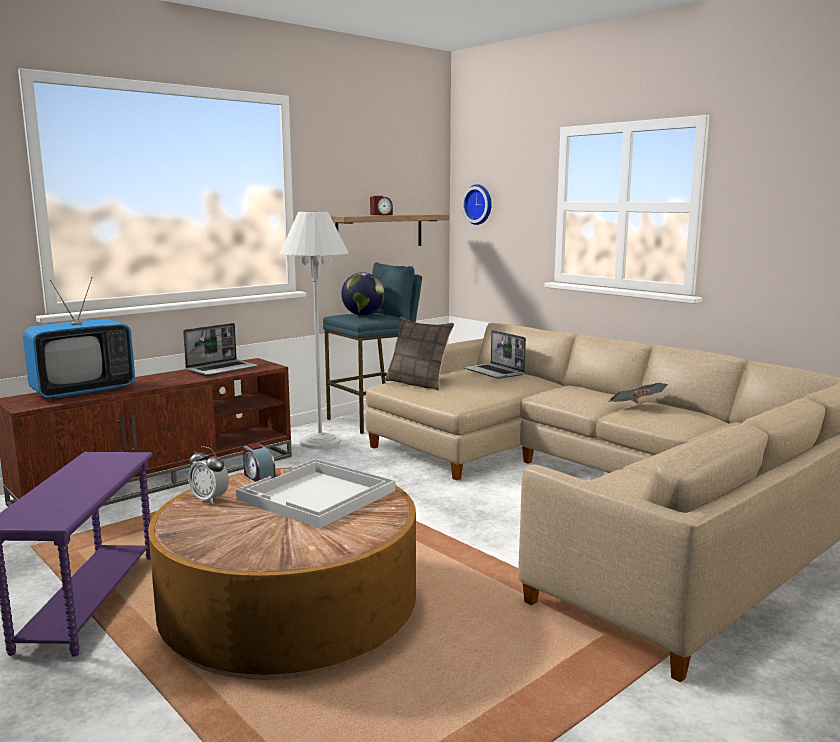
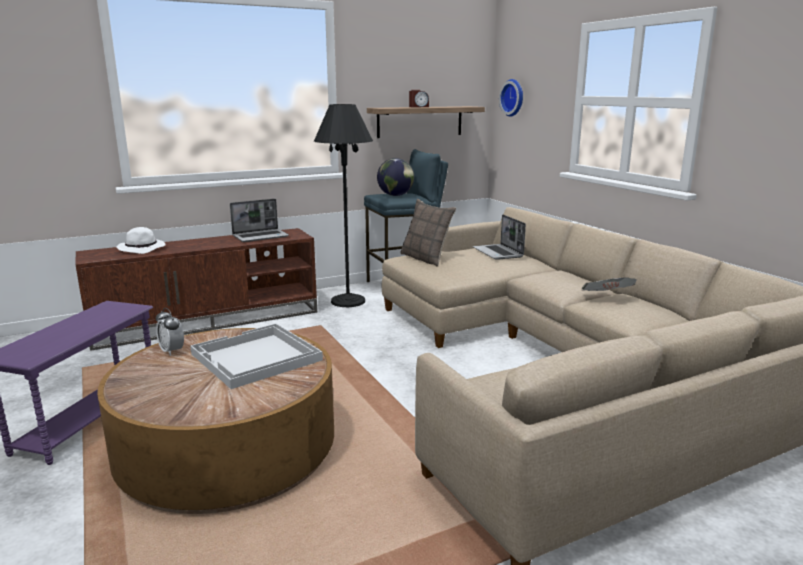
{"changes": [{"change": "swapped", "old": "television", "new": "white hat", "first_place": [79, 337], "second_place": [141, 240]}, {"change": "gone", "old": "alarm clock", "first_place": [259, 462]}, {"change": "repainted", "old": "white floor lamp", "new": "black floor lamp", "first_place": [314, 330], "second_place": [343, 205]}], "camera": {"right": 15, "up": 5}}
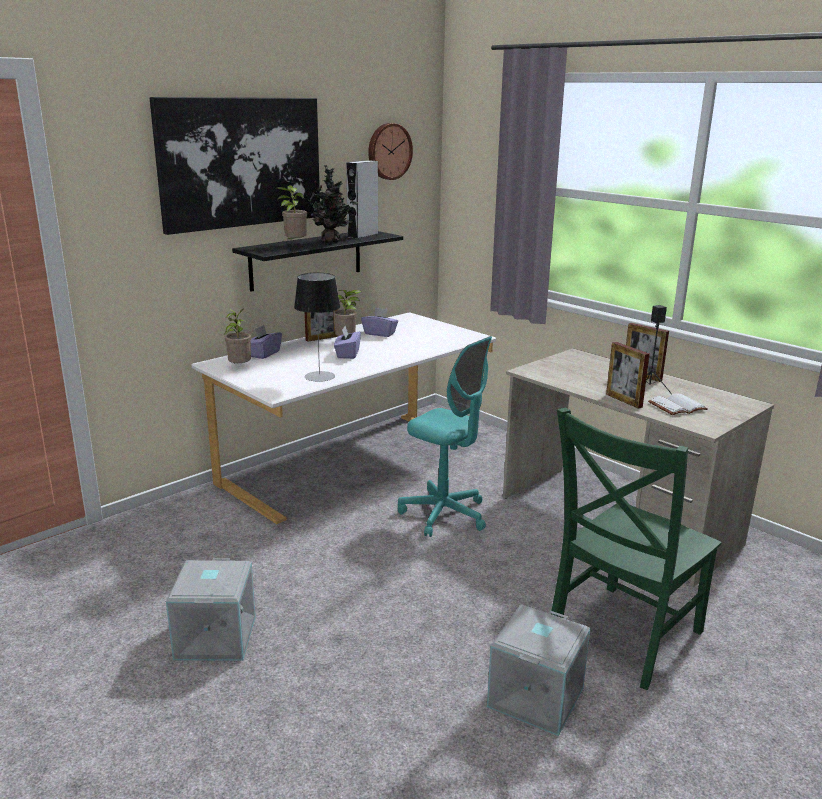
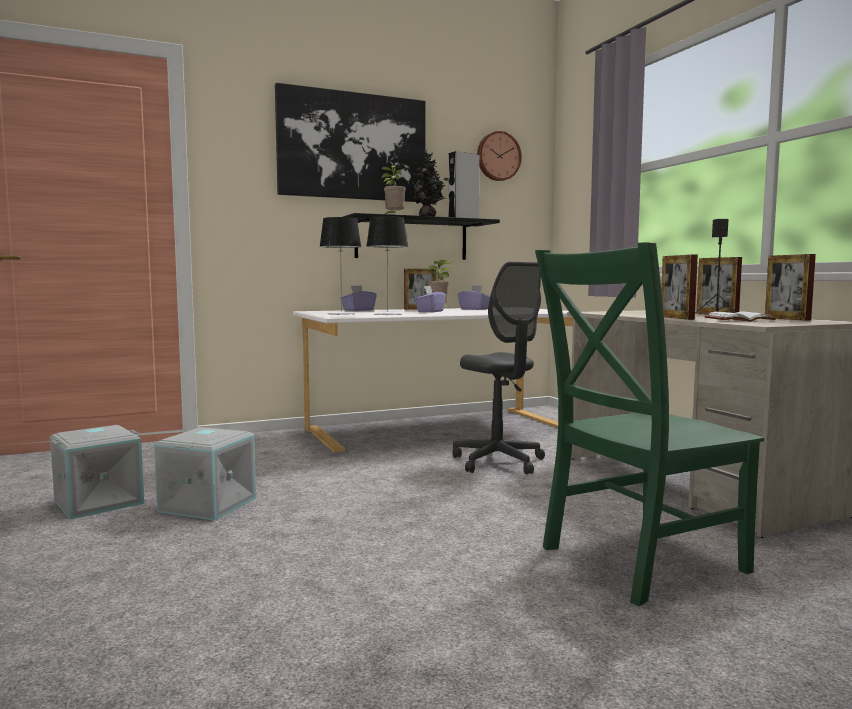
{"changes": [{"change": "gone", "old": "potted plant", "first_place": [237, 336]}, {"change": "repainted", "old": "turquoise office chair", "new": "grey office chair", "first_place": [445, 436], "second_place": [498, 368]}, {"change": "shifted", "old": "grey storage box", "first_place": [539, 670], "second_place": [97, 472]}, {"change": "new", "new": "table lamp", "second_place": [340, 266]}, {"change": "new", "new": "picture frame", "second_place": [790, 287]}], "camera": {"right": 20, "up": -15}}
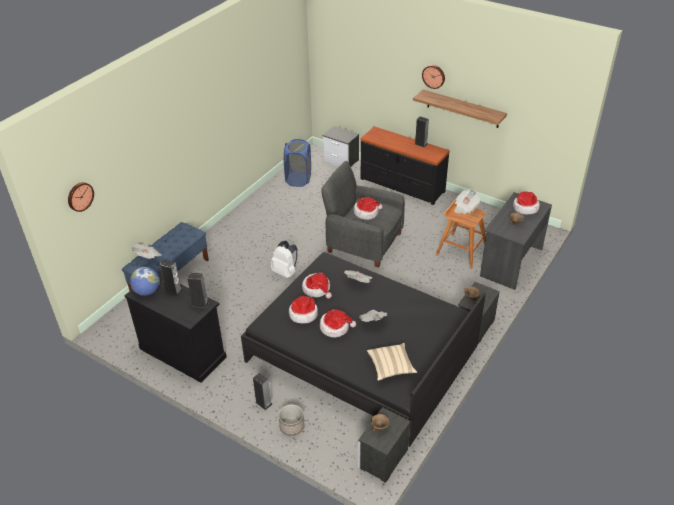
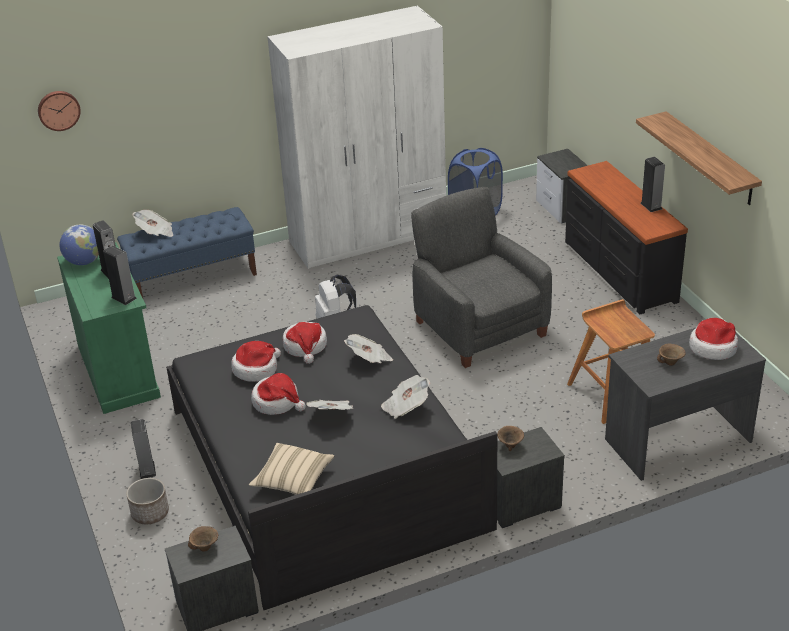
{"changes": [{"change": "repainted", "old": "black cabinet", "new": "green cabinet", "first_place": [175, 328], "second_place": [109, 328]}, {"change": "gone", "old": "hat", "first_place": [368, 208]}, {"change": "gone", "old": "wall clock", "first_place": [433, 77]}, {"change": "shifted", "old": "newspaper", "first_place": [467, 202], "second_place": [405, 397]}, {"change": "new", "new": "white wardrobe", "second_place": [356, 137]}], "camera": {"right": 35, "up": -5}}
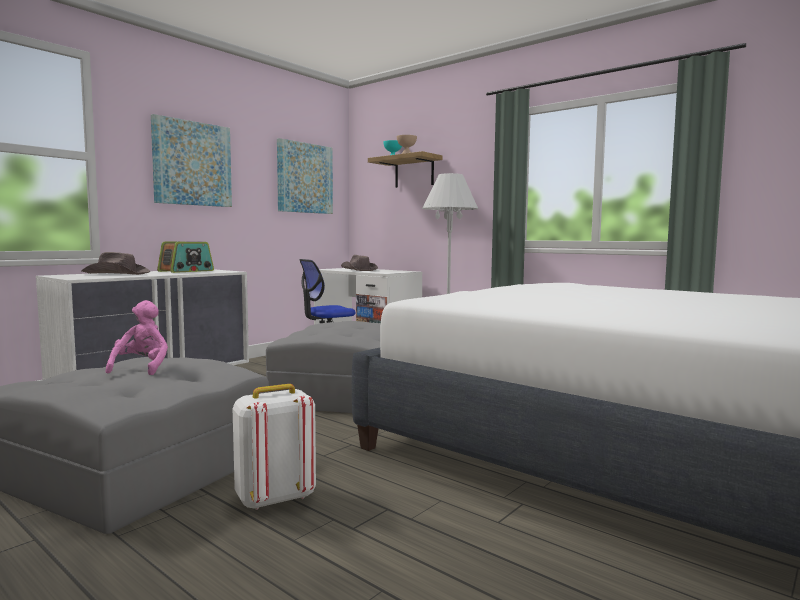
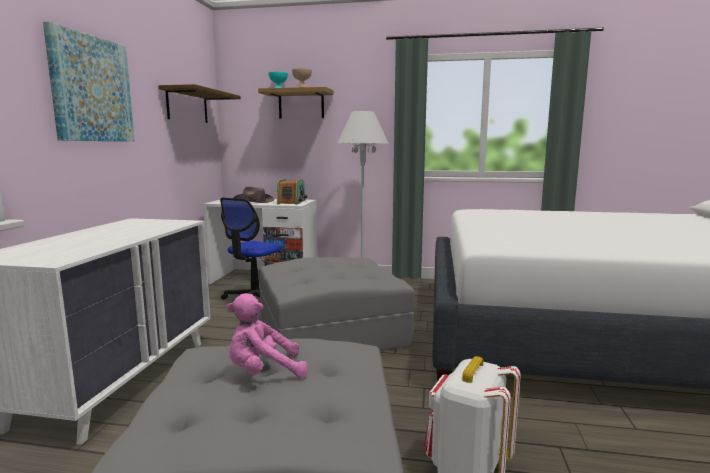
{"changes": [{"change": "gone", "old": "brown hat", "first_place": [115, 263]}, {"change": "rotated", "old": "pink plush toy", "first_place": [137, 337], "second_place": [267, 335], "degrees": -75}, {"change": "shifted", "old": "radio", "first_place": [185, 257], "second_place": [292, 192]}, {"change": "swapped", "old": "picture", "new": "shelf", "first_place": [305, 176], "second_place": [199, 103]}], "camera": {"right": -30, "up": 5}}
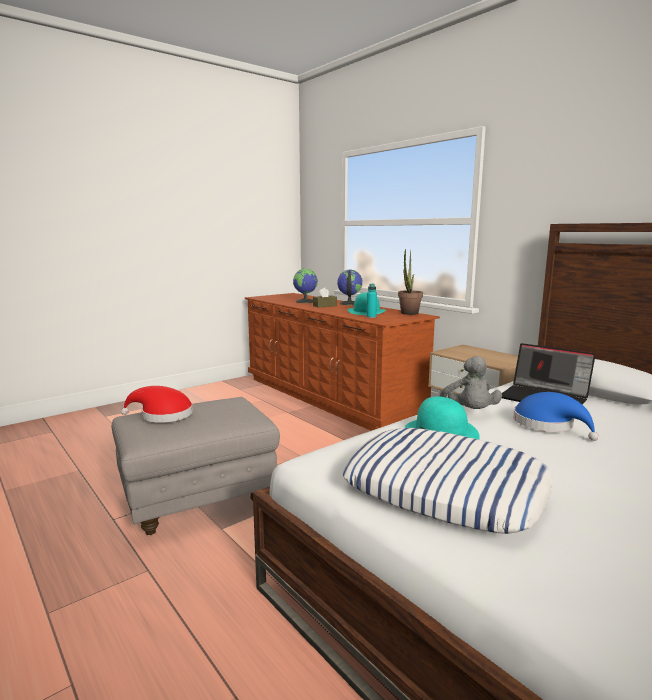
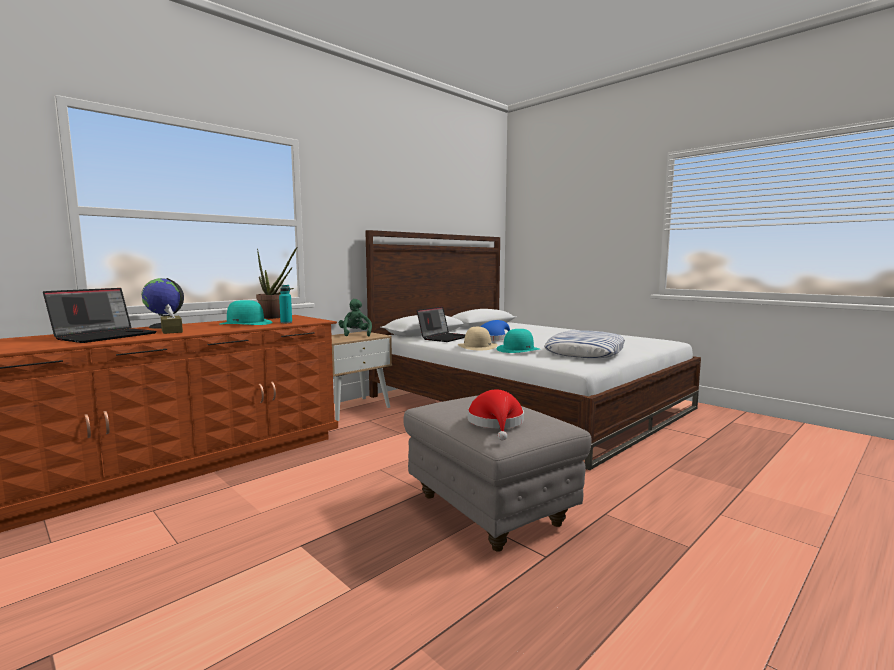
{"changes": [{"change": "swapped", "old": "globe", "new": "laptop", "first_place": [305, 285], "second_place": [100, 315]}, {"change": "swapped", "old": "grey plush toy", "new": "beige hat", "first_place": [471, 382], "second_place": [478, 338]}, {"change": "new", "new": "green plush toy", "second_place": [355, 317]}], "camera": {"right": -95, "up": -5}}
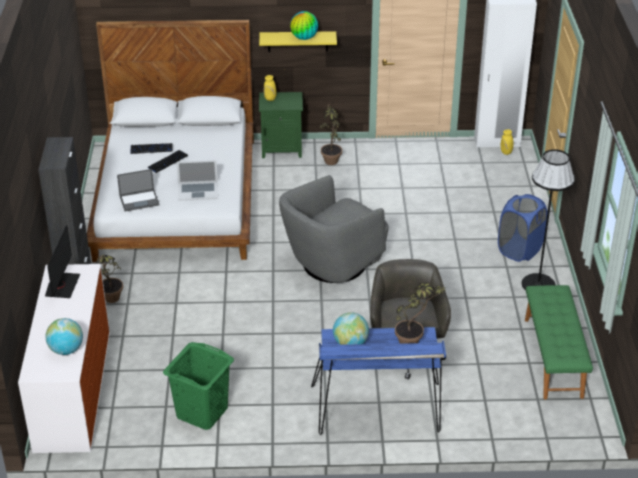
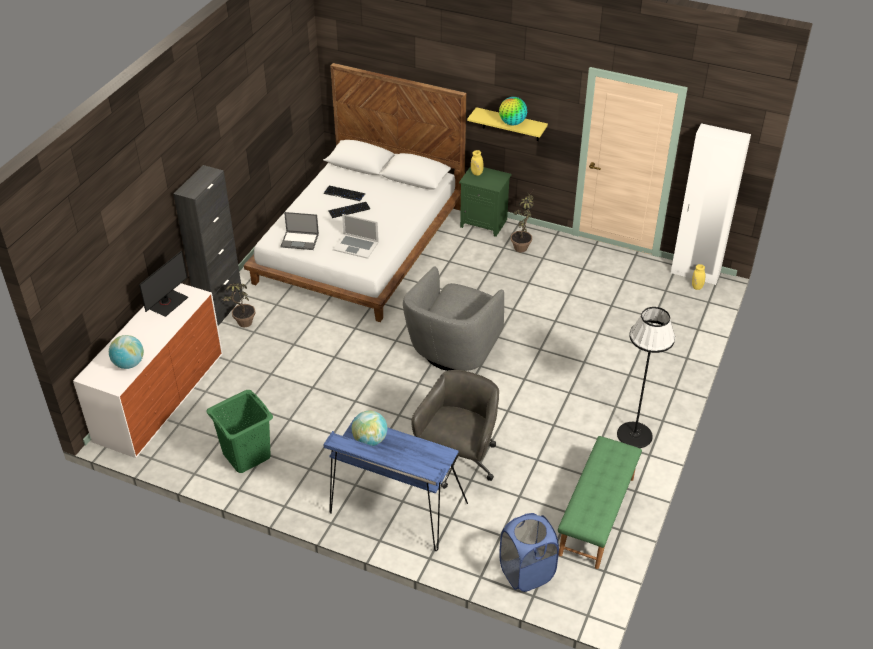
{"changes": [{"change": "rotated", "old": "grey armchair", "first_place": [334, 229], "second_place": [453, 318], "degrees": -45}, {"change": "gone", "old": "potted plant", "first_place": [420, 313]}, {"change": "shifted", "old": "blue laundry basket", "first_place": [522, 228], "second_place": [529, 552]}], "camera": {"right": 25, "up": 5}}
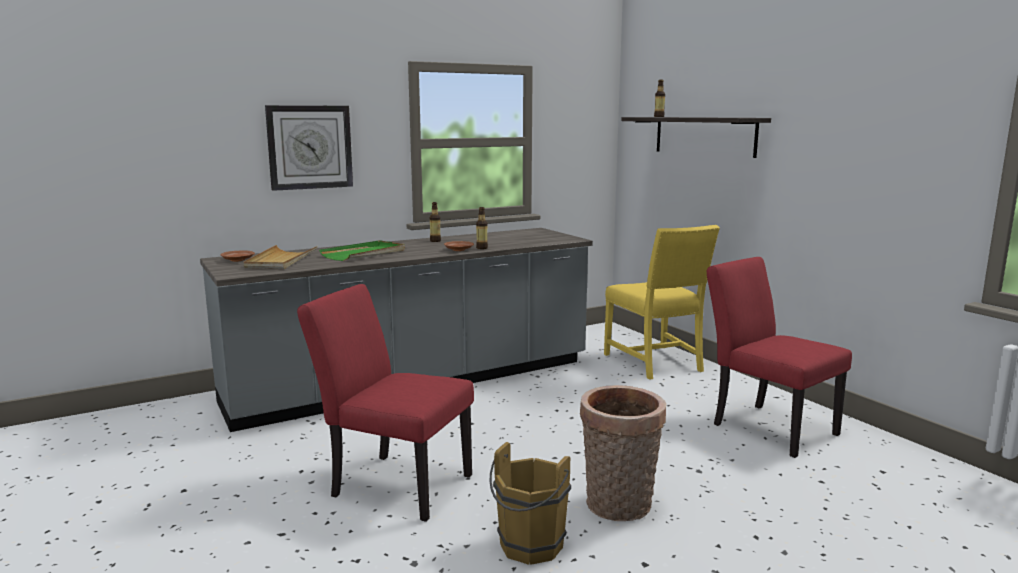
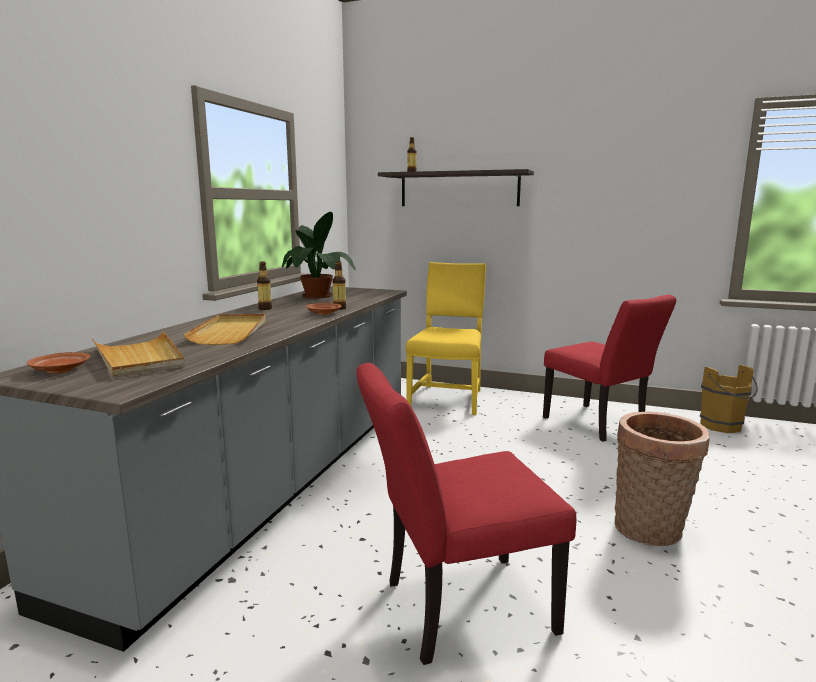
{"changes": [{"change": "gone", "old": "wall clock", "first_place": [309, 148]}, {"change": "repainted", "old": "green tray", "new": "beige tray", "first_place": [362, 250], "second_place": [224, 329]}, {"change": "shifted", "old": "brown bucket", "first_place": [530, 503], "second_place": [729, 398]}, {"change": "rotated", "old": "yellow chair", "first_place": [662, 302], "second_place": [446, 338], "degrees": -105}, {"change": "rotated", "old": "red chair", "first_place": [779, 357], "second_place": [609, 368], "degrees": -135}, {"change": "new", "new": "potted plant", "second_place": [319, 255]}], "camera": {"right": -40, "up": 0}}
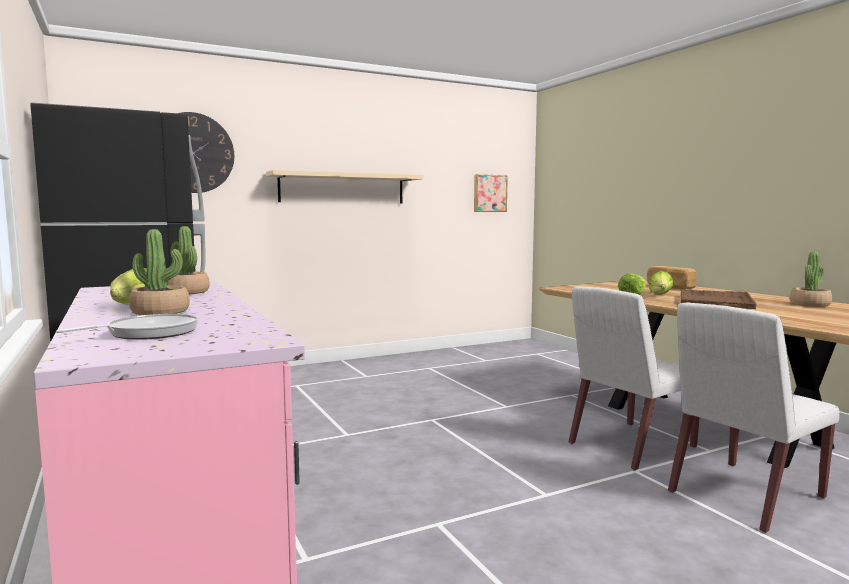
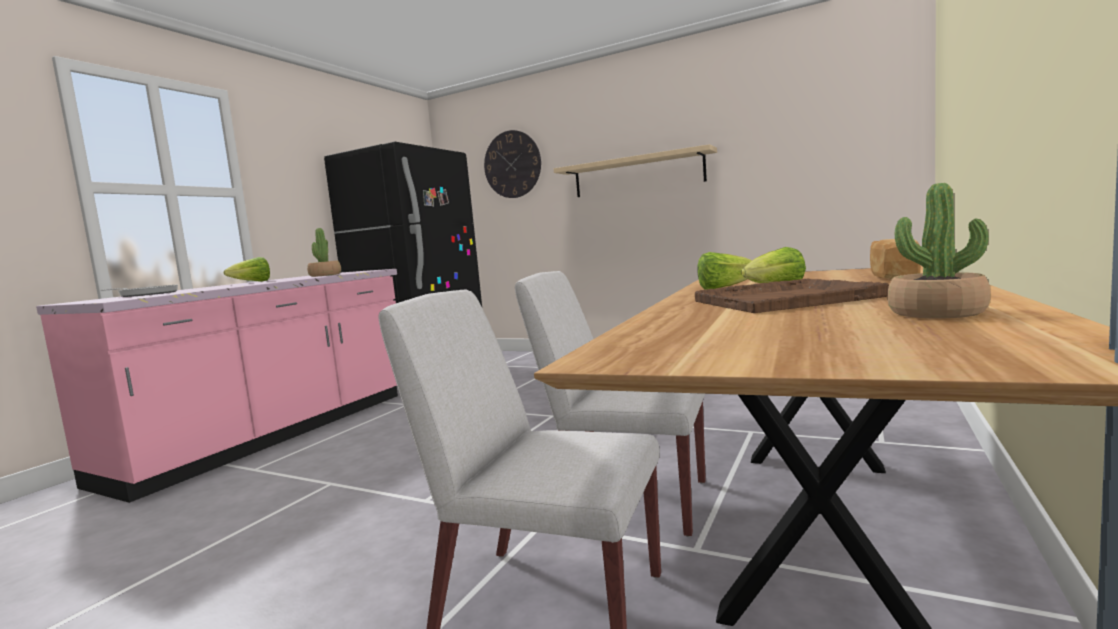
{"changes": [{"change": "gone", "old": "potted plant", "first_place": [159, 272]}, {"change": "gone", "old": "picture", "first_place": [491, 193]}], "camera": {"right": 55, "up": 0}}
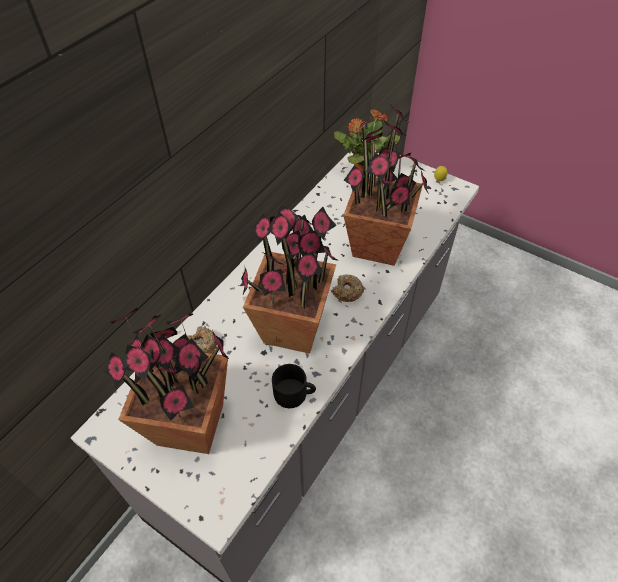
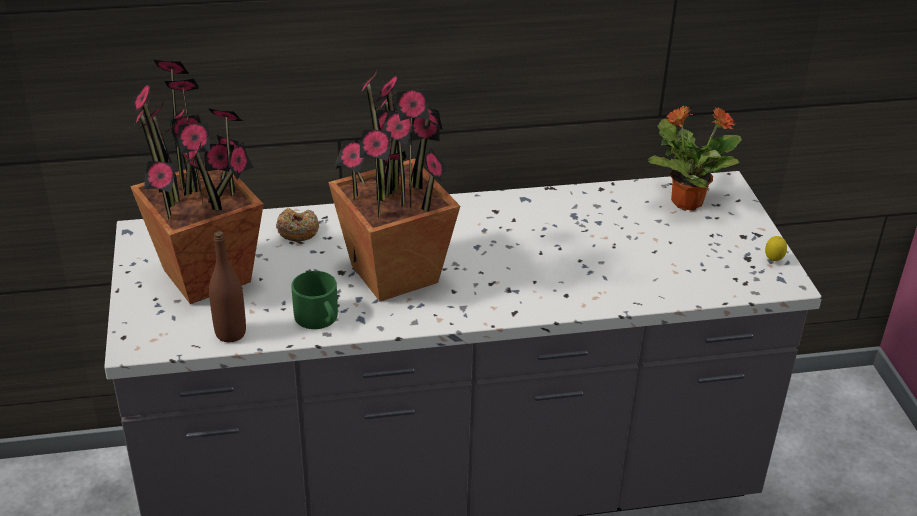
{"changes": [{"change": "repainted", "old": "black mug", "new": "green mug", "first_place": [294, 386], "second_place": [314, 300]}, {"change": "gone", "old": "donut", "first_place": [348, 288]}, {"change": "gone", "old": "potted plant", "first_place": [386, 185]}, {"change": "new", "new": "brown bottle", "second_place": [227, 286]}], "camera": {"right": 45, "up": -15}}
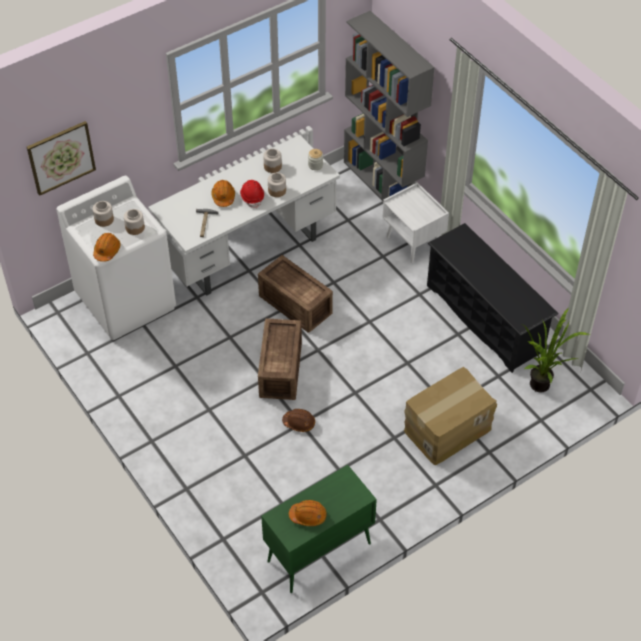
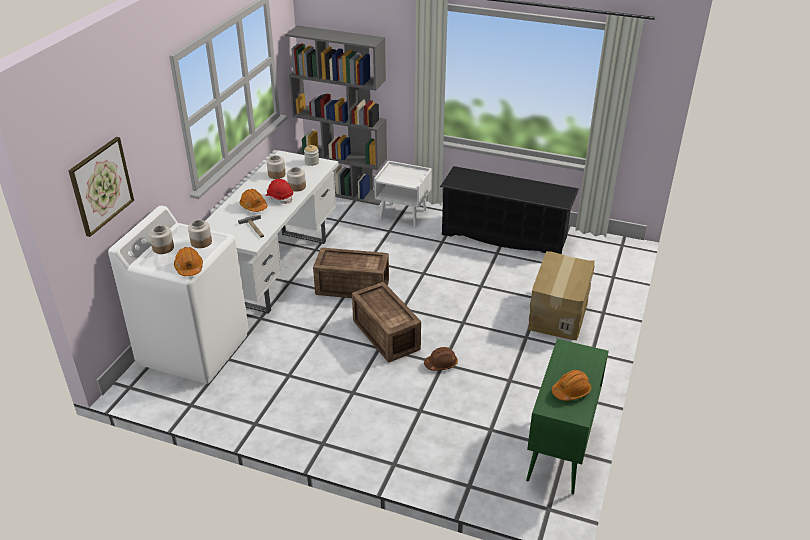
{"changes": [{"change": "gone", "old": "potted plant", "first_place": [555, 349]}], "camera": {"right": -35, "up": -15}}
